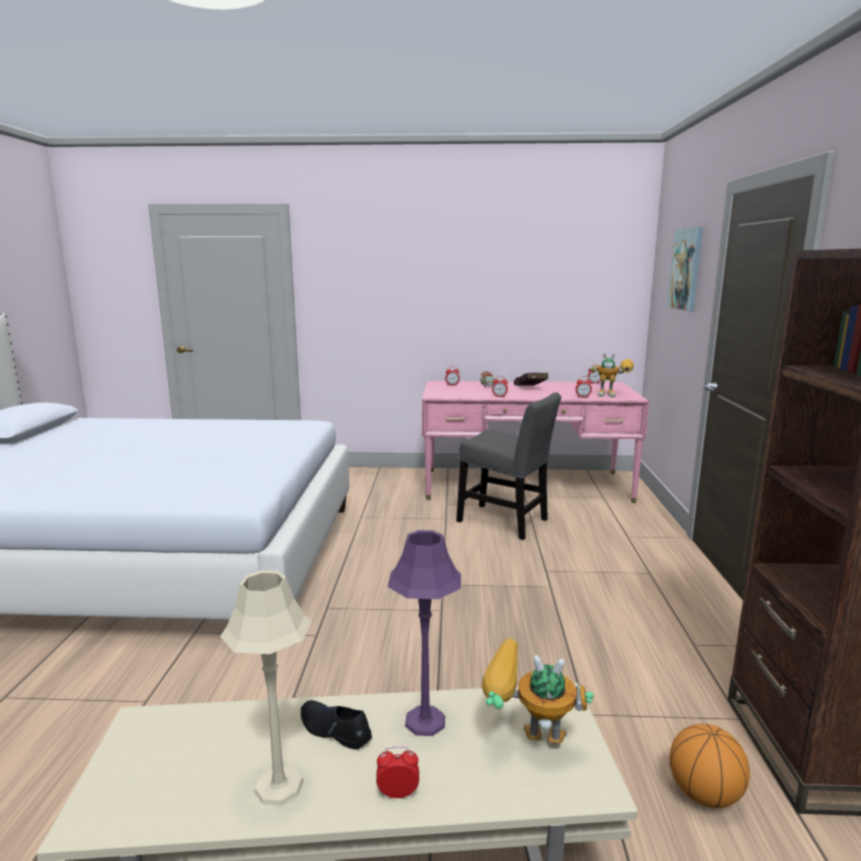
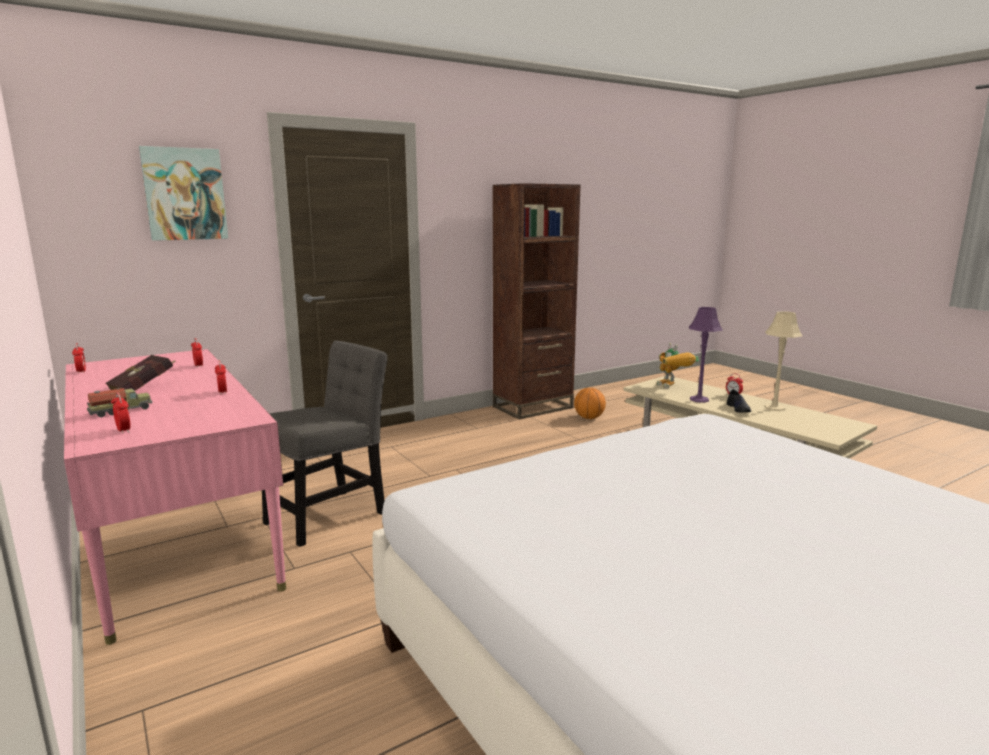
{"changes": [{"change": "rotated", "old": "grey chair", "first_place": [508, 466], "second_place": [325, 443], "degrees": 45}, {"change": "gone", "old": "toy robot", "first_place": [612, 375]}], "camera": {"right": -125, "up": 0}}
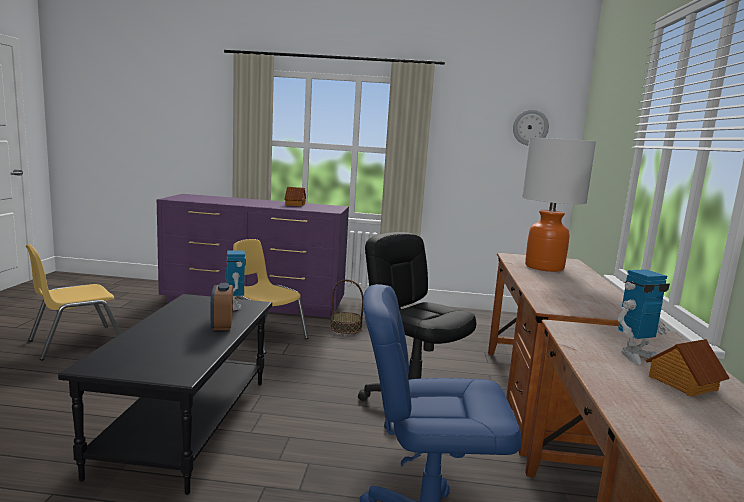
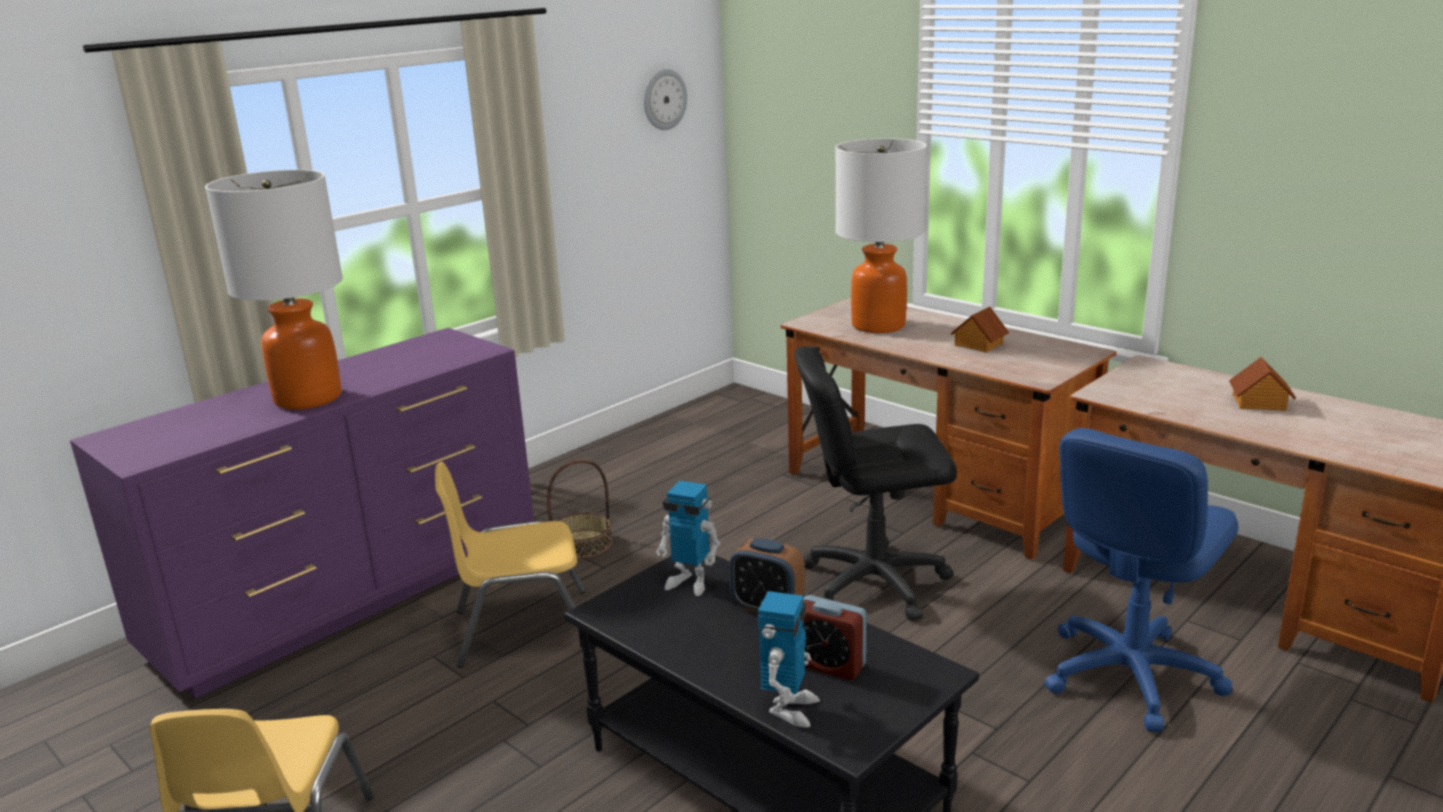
{"changes": [{"change": "shifted", "old": "toy house", "first_place": [295, 196], "second_place": [980, 329]}, {"change": "shifted", "old": "toy robot", "first_place": [643, 317], "second_place": [789, 659]}, {"change": "new", "new": "table lamp", "second_place": [274, 290]}, {"change": "new", "new": "alarm clock", "second_place": [834, 637]}], "camera": {"right": -50, "up": 10}}
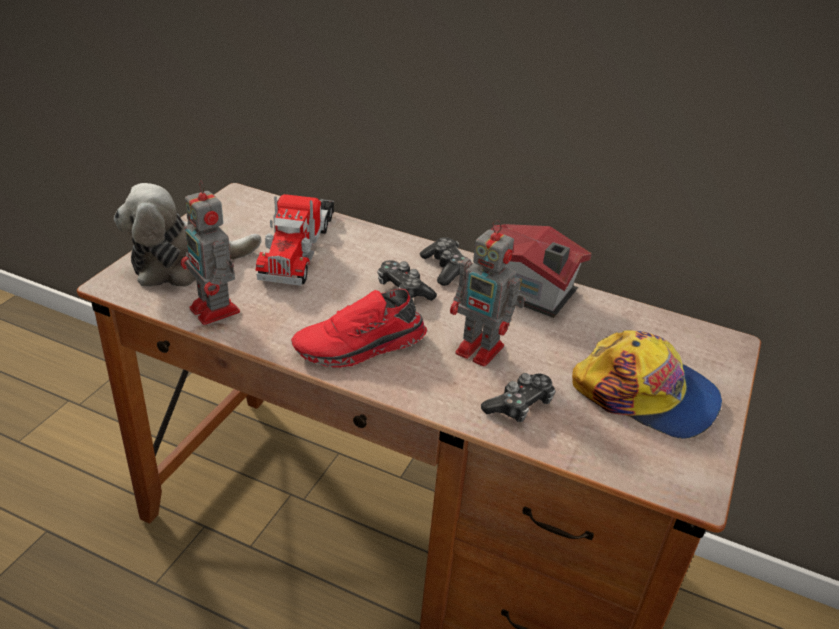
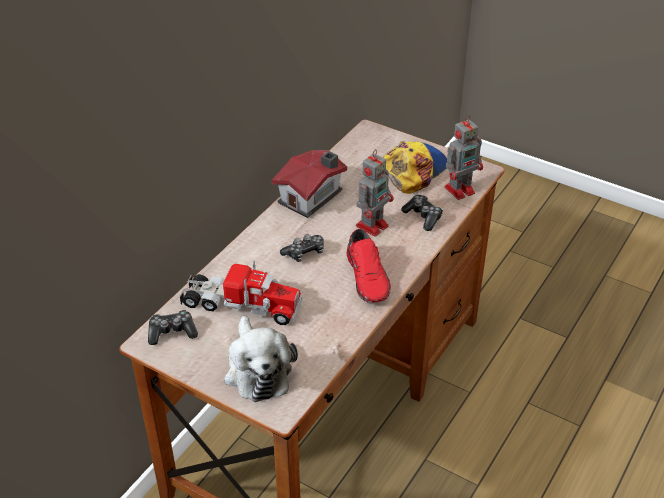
{"changes": [{"change": "shifted", "old": "toy robot", "first_place": [210, 252], "second_place": [463, 157]}, {"change": "shifted", "old": "game controller", "first_place": [446, 261], "second_place": [173, 327]}], "camera": {"right": -80, "up": 5}}
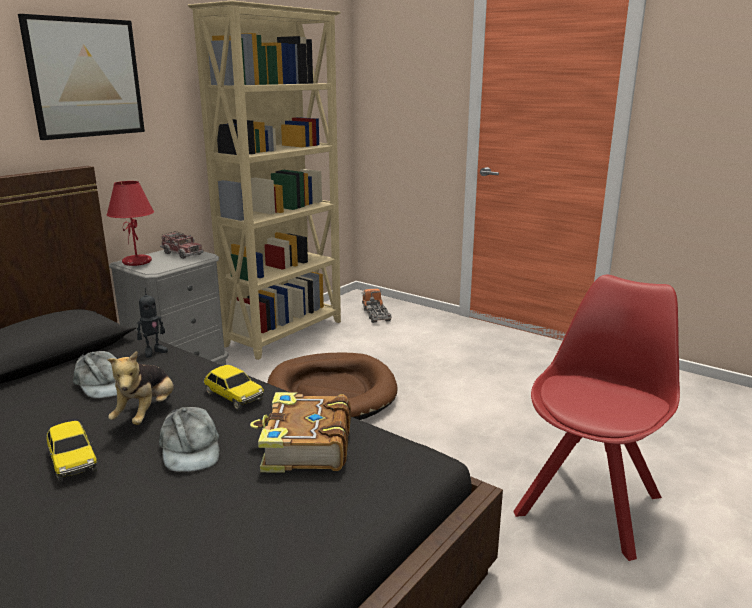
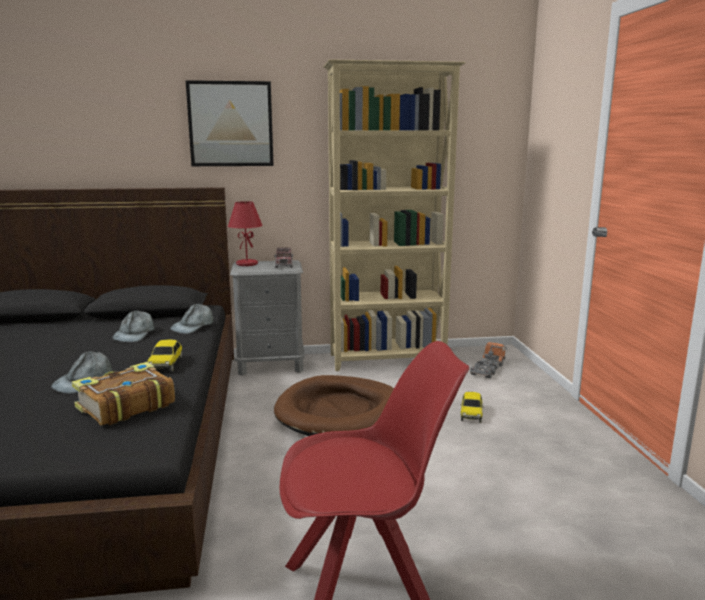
{"changes": [{"change": "shifted", "old": "toy car", "first_place": [72, 451], "second_place": [472, 407]}, {"change": "gone", "old": "plush toy", "first_place": [141, 388]}, {"change": "swapped", "old": "toy robot", "new": "grey cap", "first_place": [152, 322], "second_place": [191, 319]}], "camera": {"right": 45, "up": -5}}
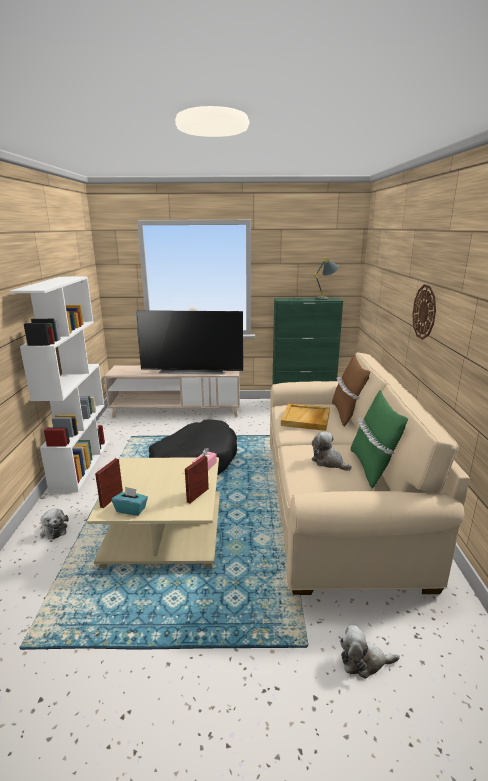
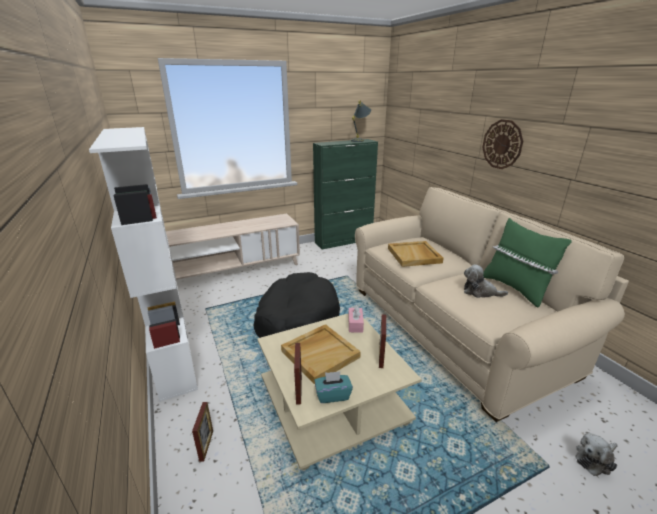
{"changes": [{"change": "swapped", "old": "plush toy", "new": "picture frame", "first_place": [54, 524], "second_place": [202, 431]}, {"change": "gone", "old": "television", "first_place": [189, 342]}, {"change": "gone", "old": "brown pillow", "first_place": [351, 391]}, {"change": "new", "new": "beige tray", "second_place": [321, 354]}], "camera": {"right": -25, "up": 5}}
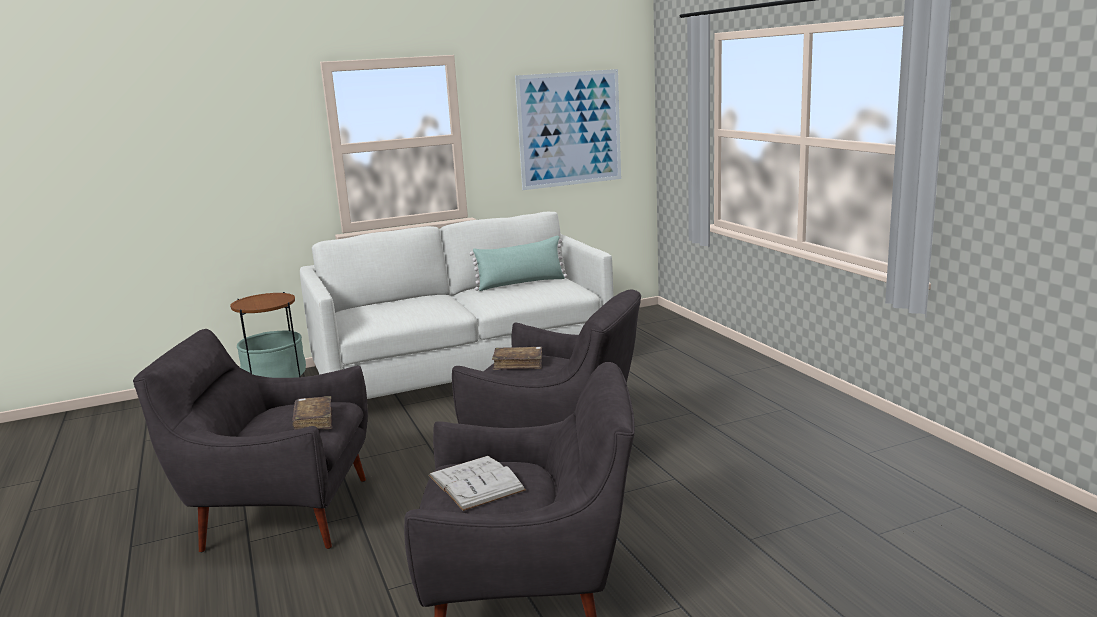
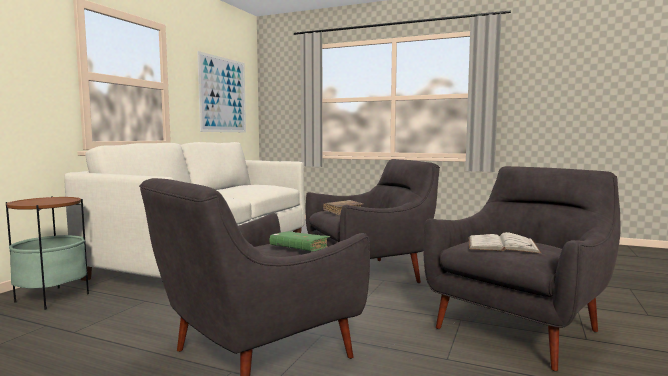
{"changes": [{"change": "repainted", "old": "brown book", "new": "green book", "first_place": [312, 413], "second_place": [299, 241]}, {"change": "gone", "old": "green pillow", "first_place": [518, 263]}], "camera": {"right": -45, "up": -10}}
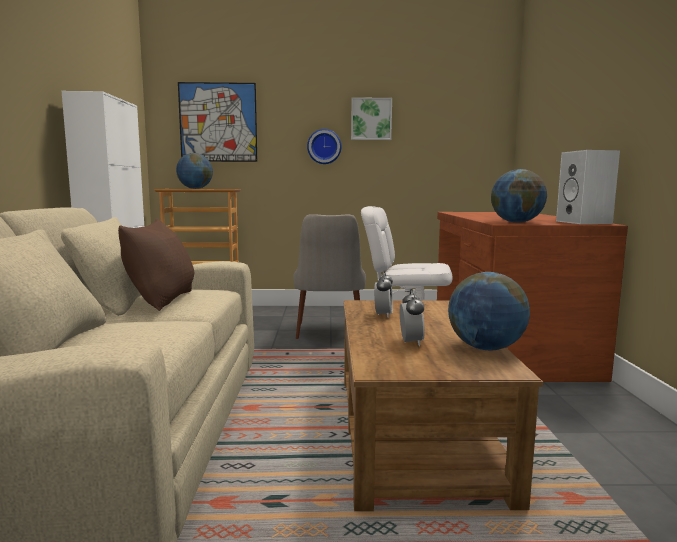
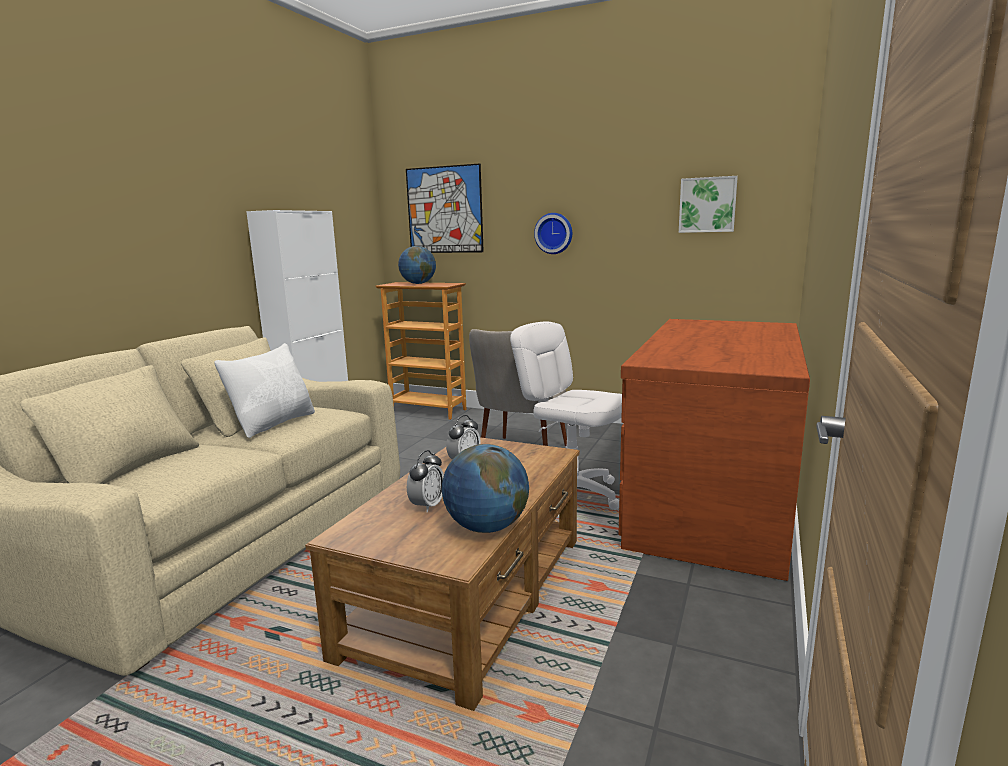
{"changes": [{"change": "repainted", "old": "brown pillow", "new": "white pillow", "first_place": [156, 265], "second_place": [264, 390]}, {"change": "shifted", "old": "picture", "first_place": [371, 118], "second_place": [708, 204]}, {"change": "gone", "old": "globe", "first_place": [519, 196]}, {"change": "gone", "old": "white speaker", "first_place": [588, 187]}], "camera": {"right": 25, "up": 5}}
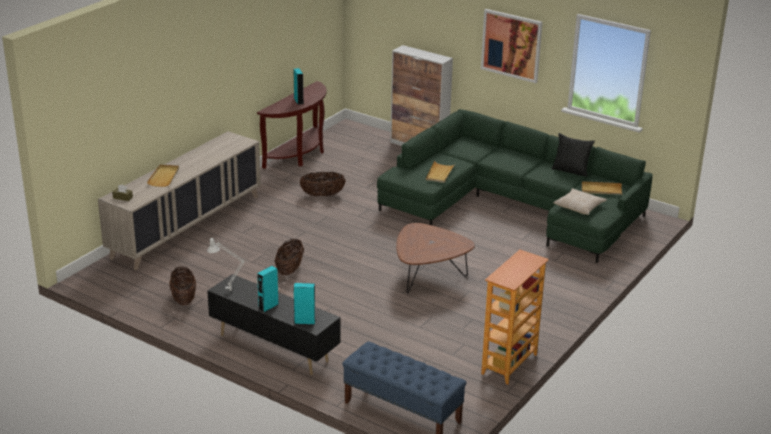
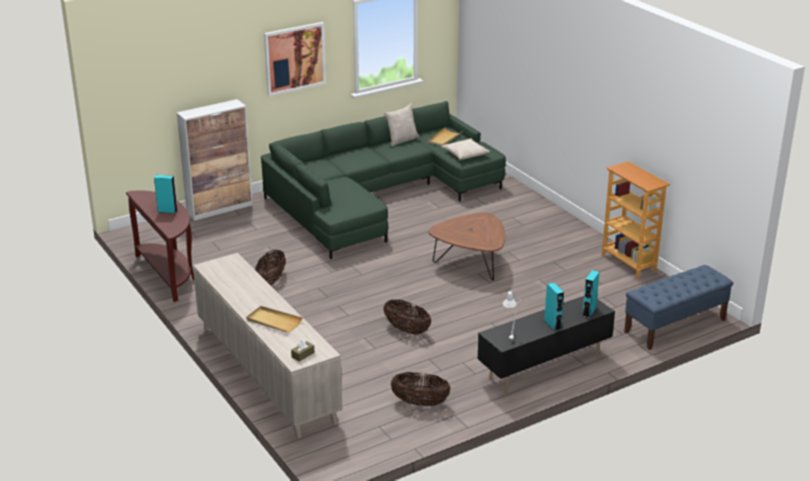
{"changes": [{"change": "gone", "old": "beige tray", "first_place": [440, 171]}, {"change": "repainted", "old": "black pillow", "new": "beige pillow", "first_place": [573, 155], "second_place": [401, 125]}], "camera": {"right": -65, "up": 0}}
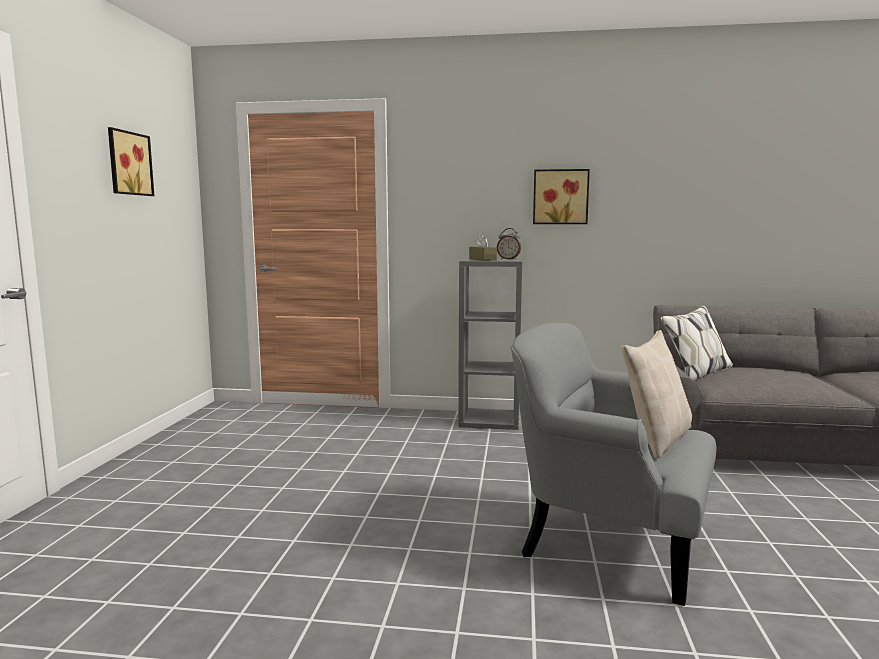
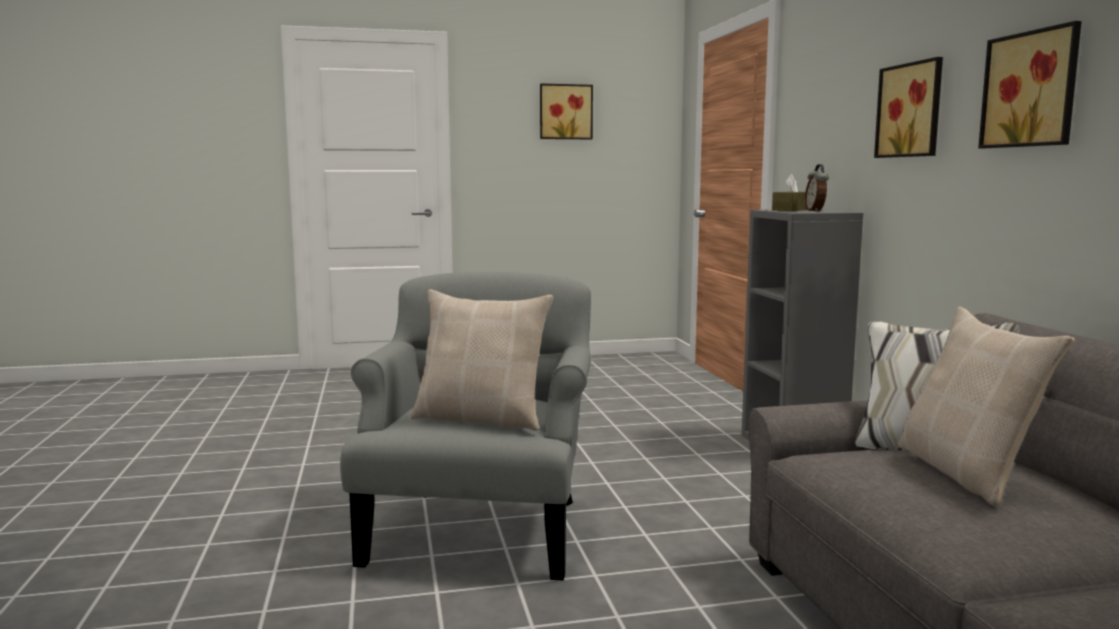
{"changes": [{"change": "new", "new": "beige pillow", "second_place": [986, 407]}, {"change": "new", "new": "picture", "second_place": [1030, 84]}], "camera": {"right": 70, "up": 0}}
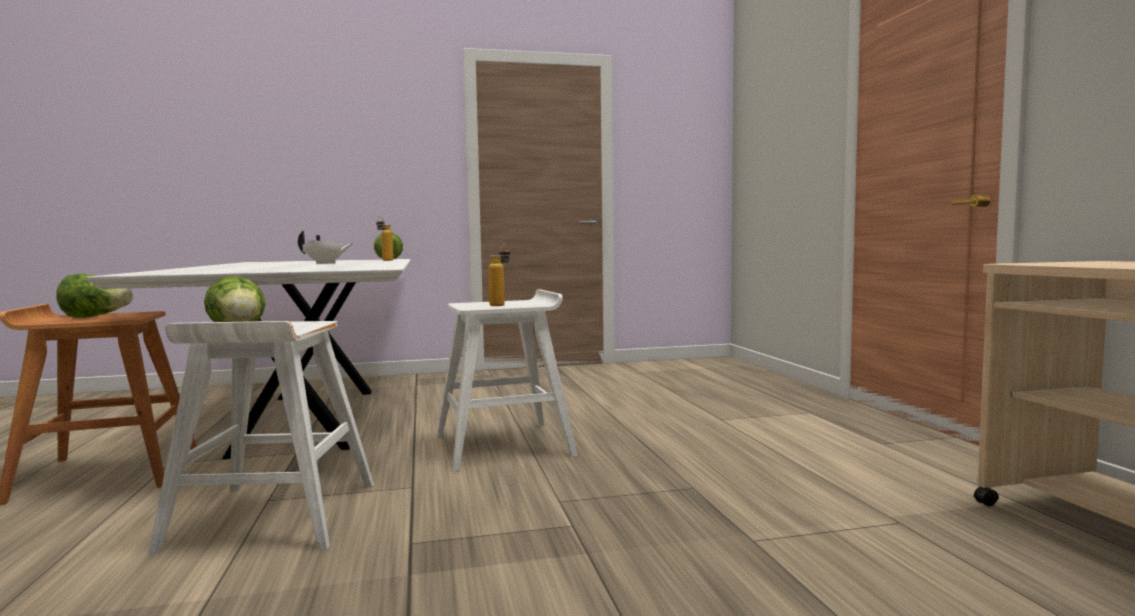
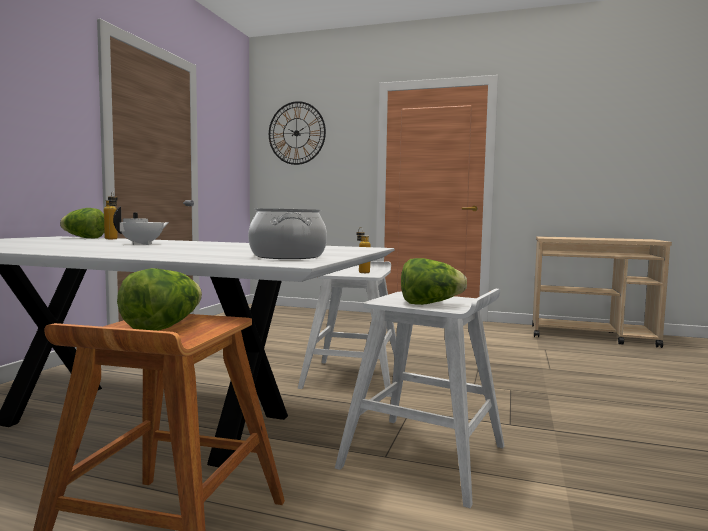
{"changes": [{"change": "new", "new": "cooking pot", "second_place": [287, 233]}, {"change": "new", "new": "wall clock", "second_place": [297, 133]}], "camera": {"right": -60, "up": 0}}
